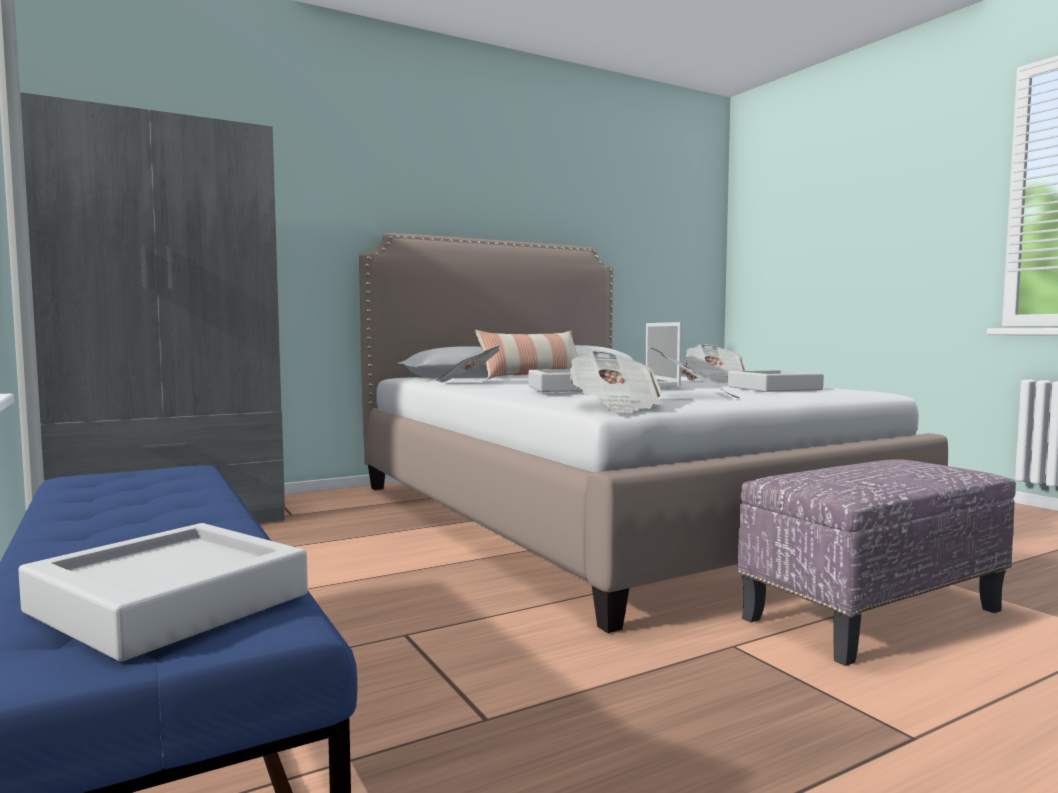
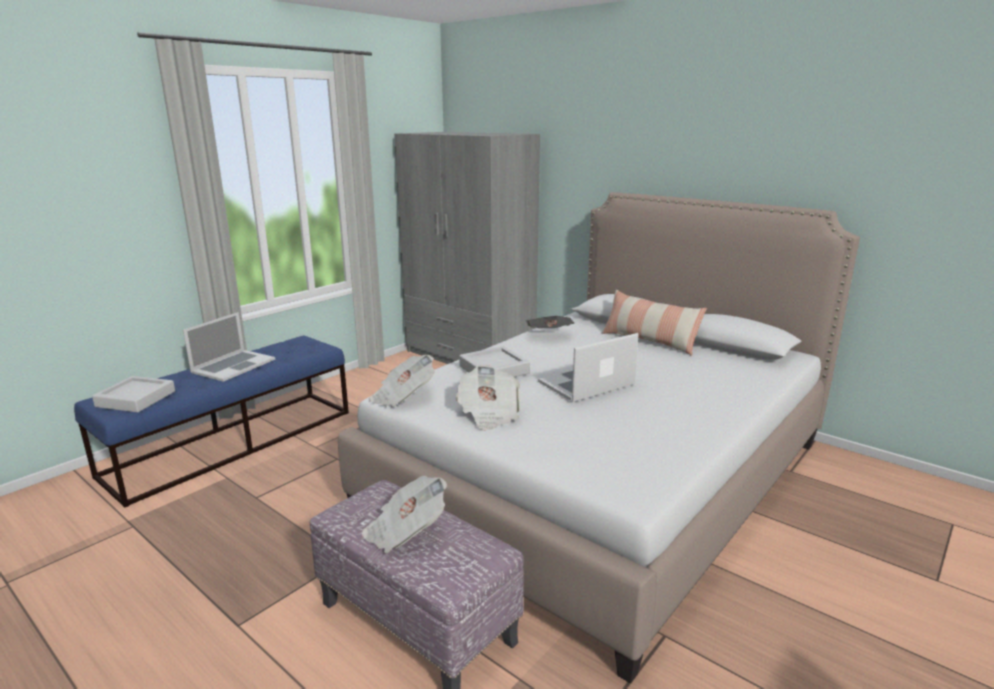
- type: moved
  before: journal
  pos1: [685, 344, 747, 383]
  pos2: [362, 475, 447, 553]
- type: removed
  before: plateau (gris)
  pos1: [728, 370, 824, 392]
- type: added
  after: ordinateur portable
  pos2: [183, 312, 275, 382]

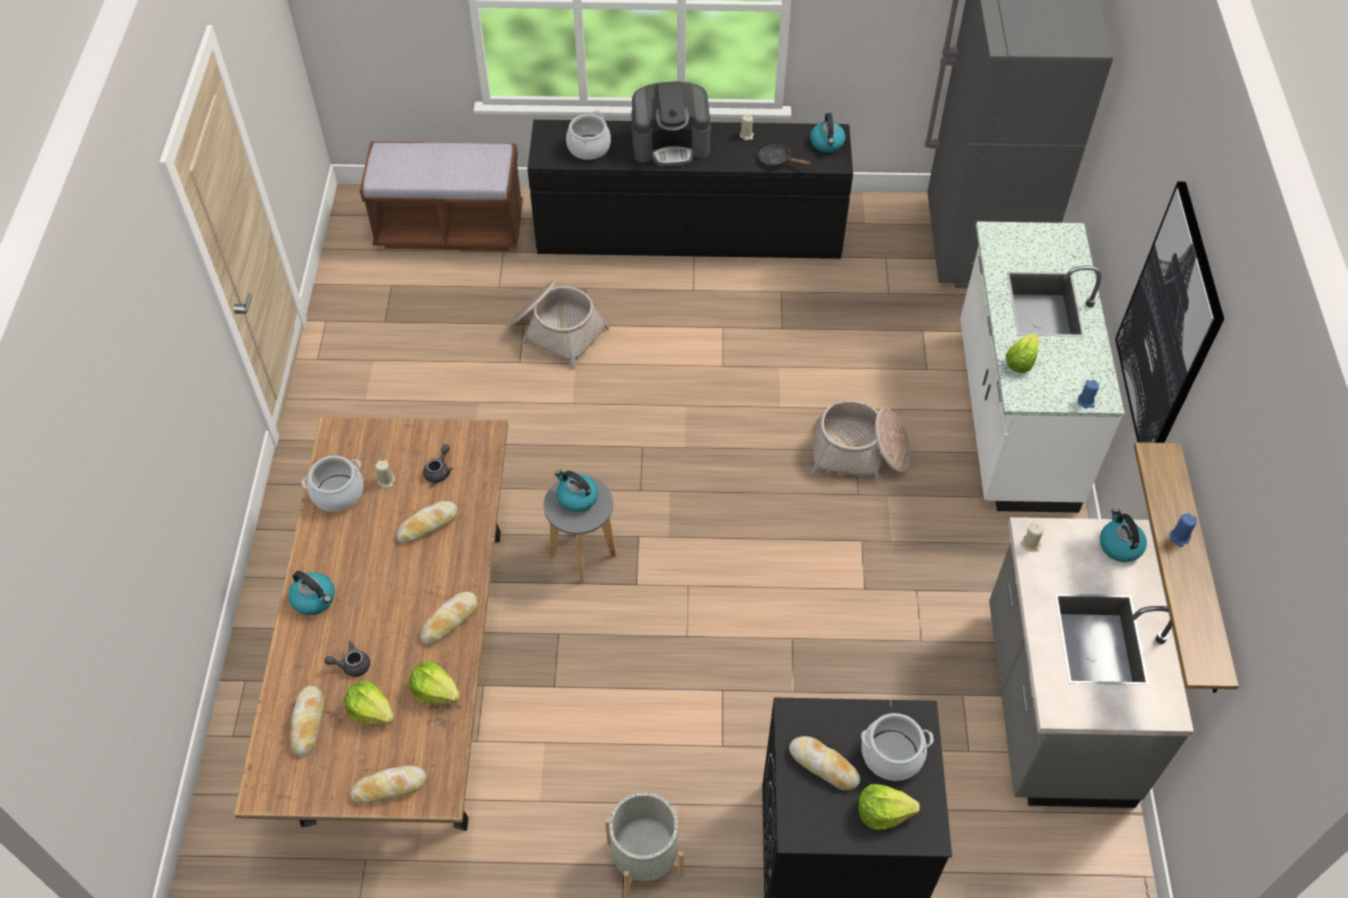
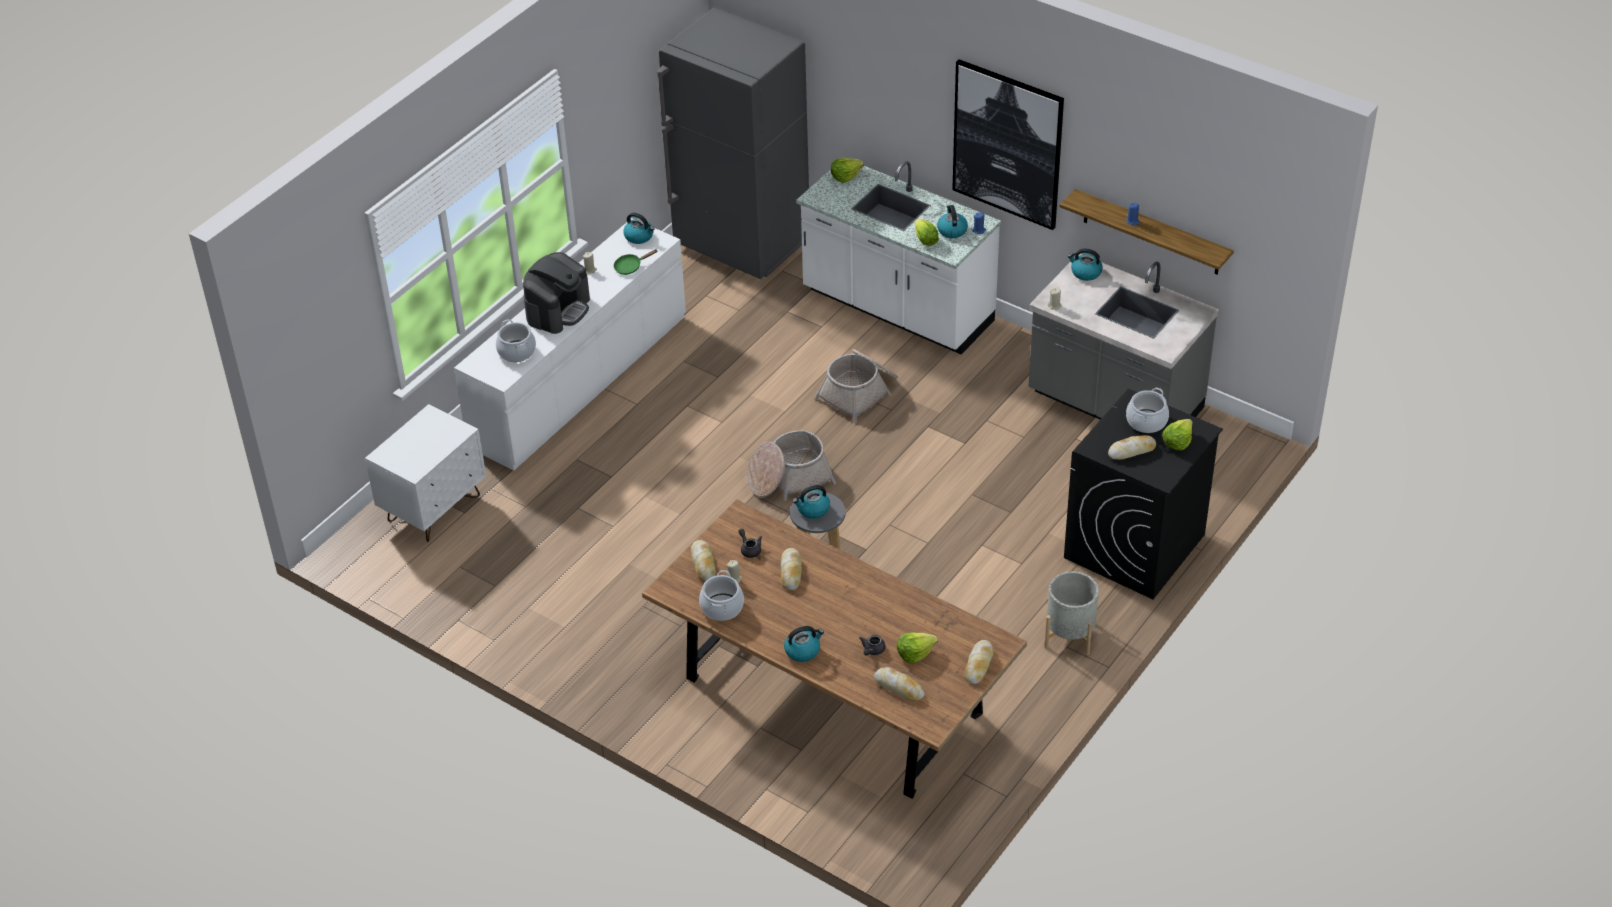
- type: replaced
  before: banc (marron)
  after: table de chevet (blanc)
  pos1: [360, 141, 523, 251]
  pos2: [365, 404, 486, 542]
- type: moved
  before: laitue
  pos1: [409, 661, 460, 704]
  pos2: [831, 158, 864, 183]
- type: moved
  before: pain
  pos1: [420, 592, 478, 644]
  pos2: [691, 540, 716, 581]
- type: moved
  before: panier
  pos1: [509, 281, 610, 369]
  pos2: [747, 430, 836, 501]
- type: recoloured
  before: commode (noir)
  after: commode (blanc)
  pos1: [527, 120, 853, 259]
  pos2: [454, 218, 686, 471]
- type: recoloured
  before: poêle (noir)
  after: poêle (vert)
  pos1: [758, 144, 811, 166]
  pos2: [614, 249, 658, 275]
- type: added
  after: bouilloire
  pos2: [937, 205, 968, 238]

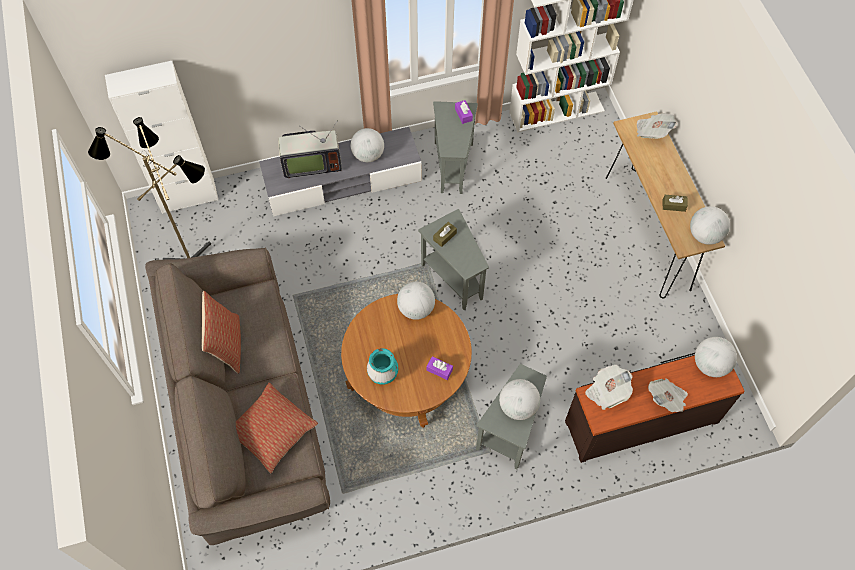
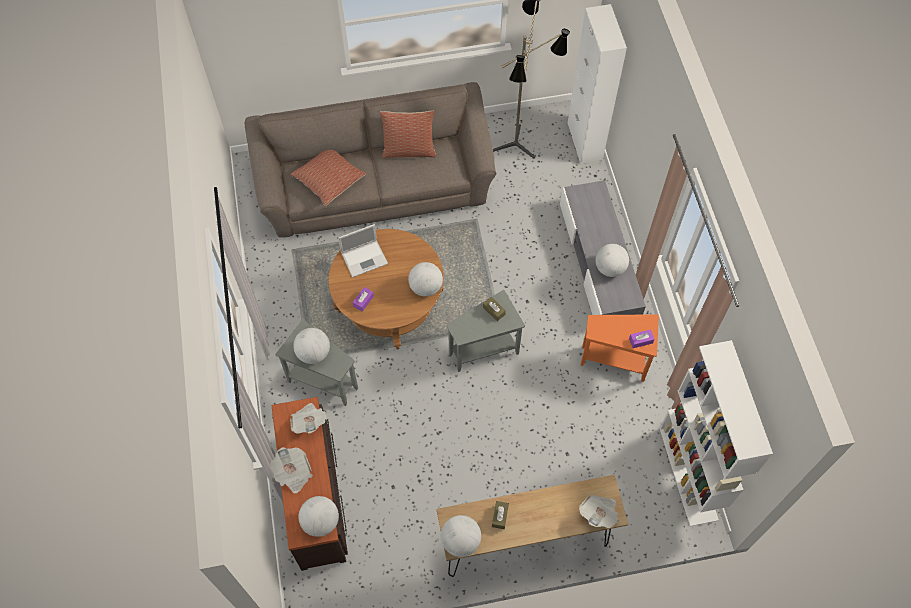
- type: removed
  before: téléviseur
  pos1: [278, 120, 342, 179]
- type: replaced
  before: vase (turquoise)
  after: ordinateur portable
  pos1: [367, 348, 398, 385]
  pos2: [338, 224, 388, 278]
- type: recoloured
  before: table d'appoint (gris)
  after: table d'appoint (orange)
  pos1: [433, 101, 478, 194]
  pos2: [581, 314, 659, 382]

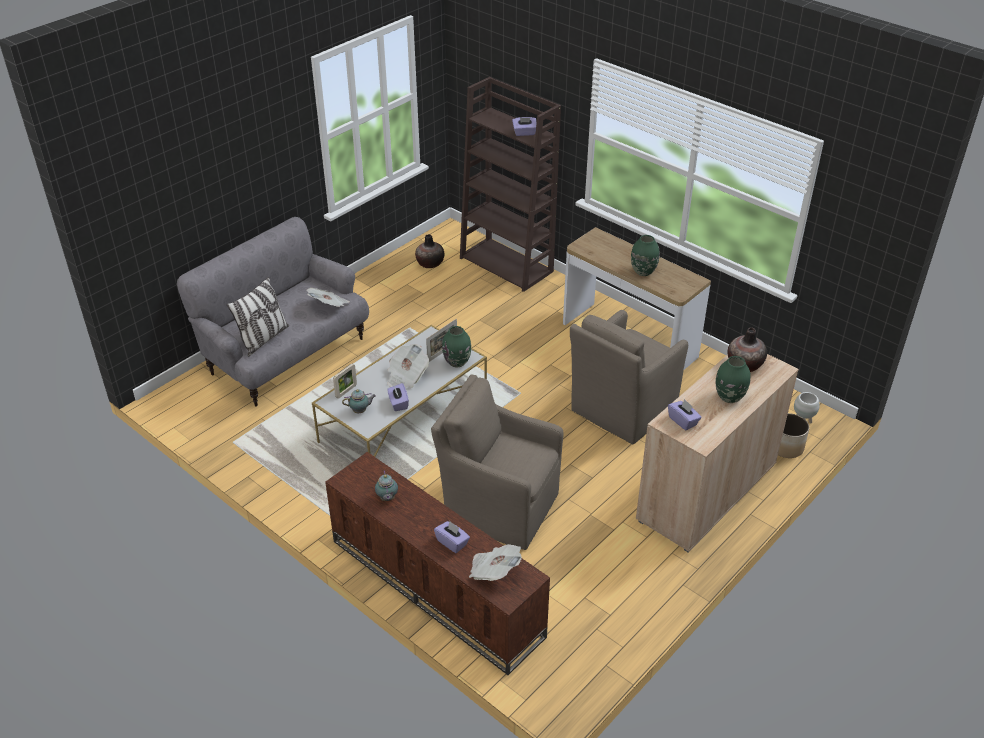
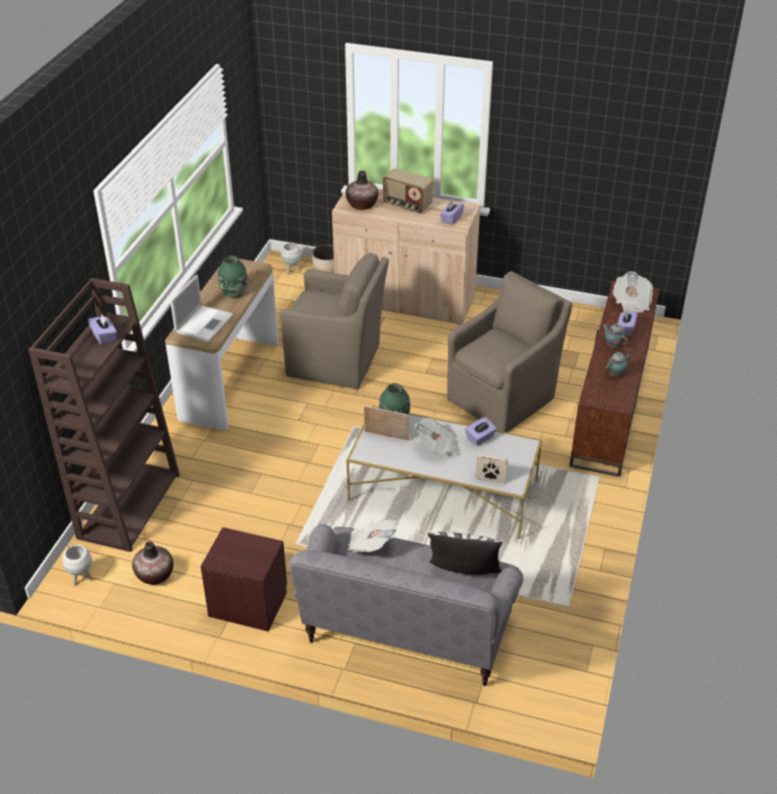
- type: moved
  before: théière
  pos1: [342, 389, 376, 413]
  pos2: [603, 324, 627, 348]
- type: turned
  before: fauteuil (marron)
  pos1: [431, 375, 564, 550]
  pos2: [447, 271, 572, 432]
  turn: -135
- type: replaced
  before: vase (vert)
  after: radio
  pos1: [716, 356, 751, 403]
  pos2: [383, 168, 433, 213]
- type: added
  after: cache-pot (blanc)
  pos2: [62, 545, 93, 586]
- type: added
  after: ordinateur portable
  pos2: [170, 275, 233, 342]
- type: added
  after: table de chevet (marron)
  pos2: [201, 527, 287, 631]

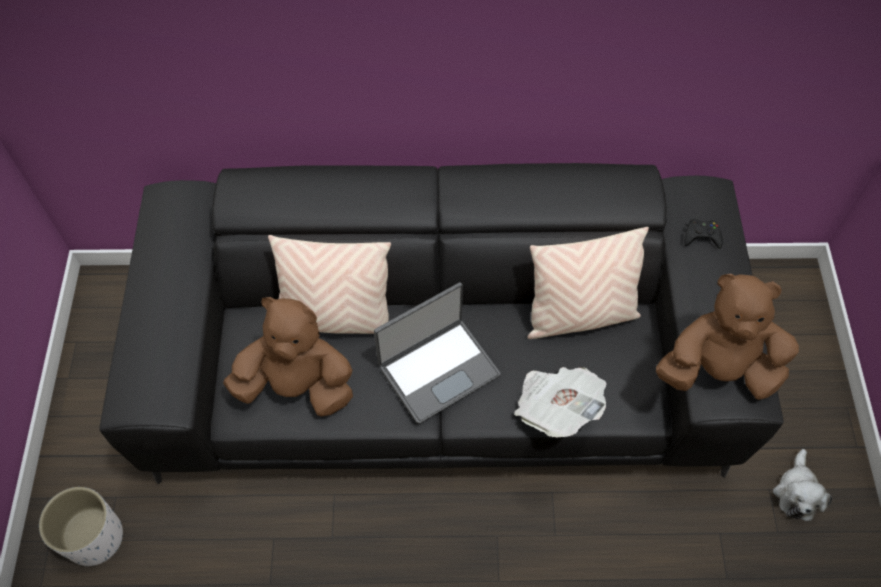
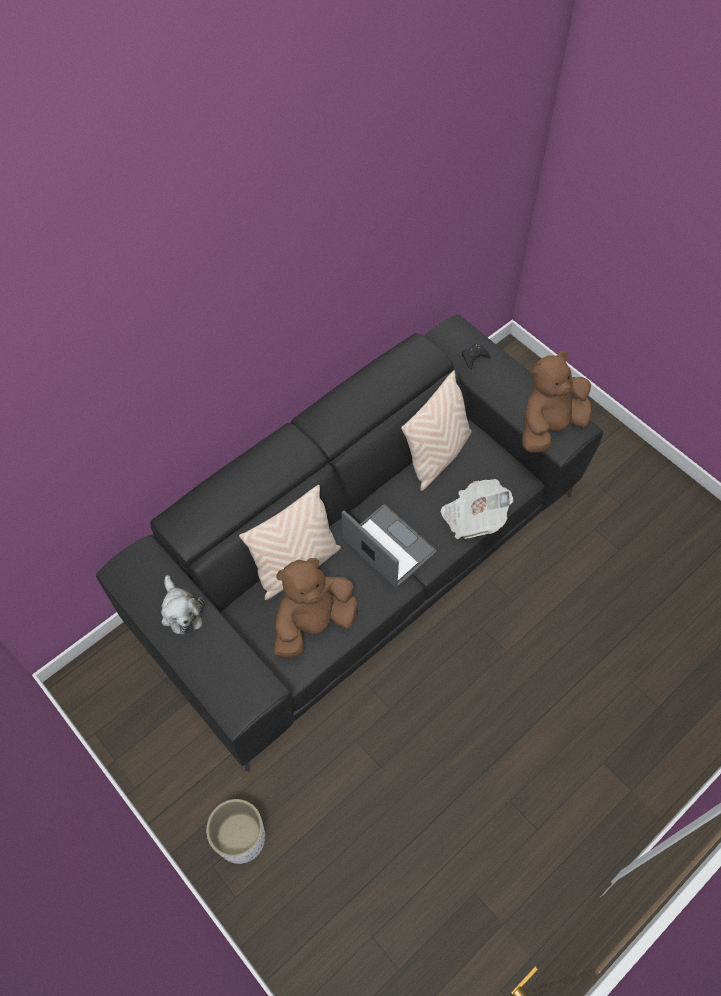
- type: turned
  before: ordinateur portable
  pos1: [374, 282, 501, 424]
  pos2: [342, 504, 436, 587]
  turn: -60
- type: moved
  before: peluche
  pos1: [773, 449, 832, 521]
  pos2: [161, 575, 205, 636]

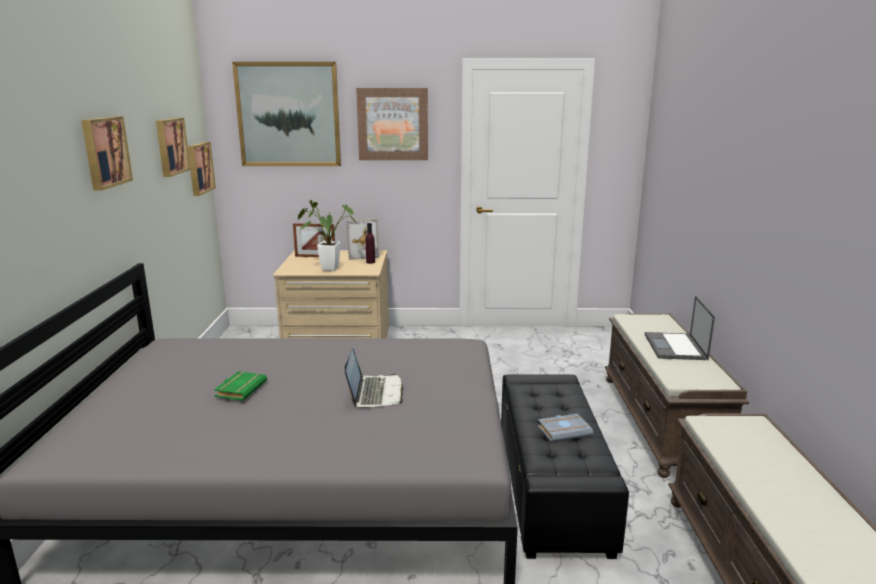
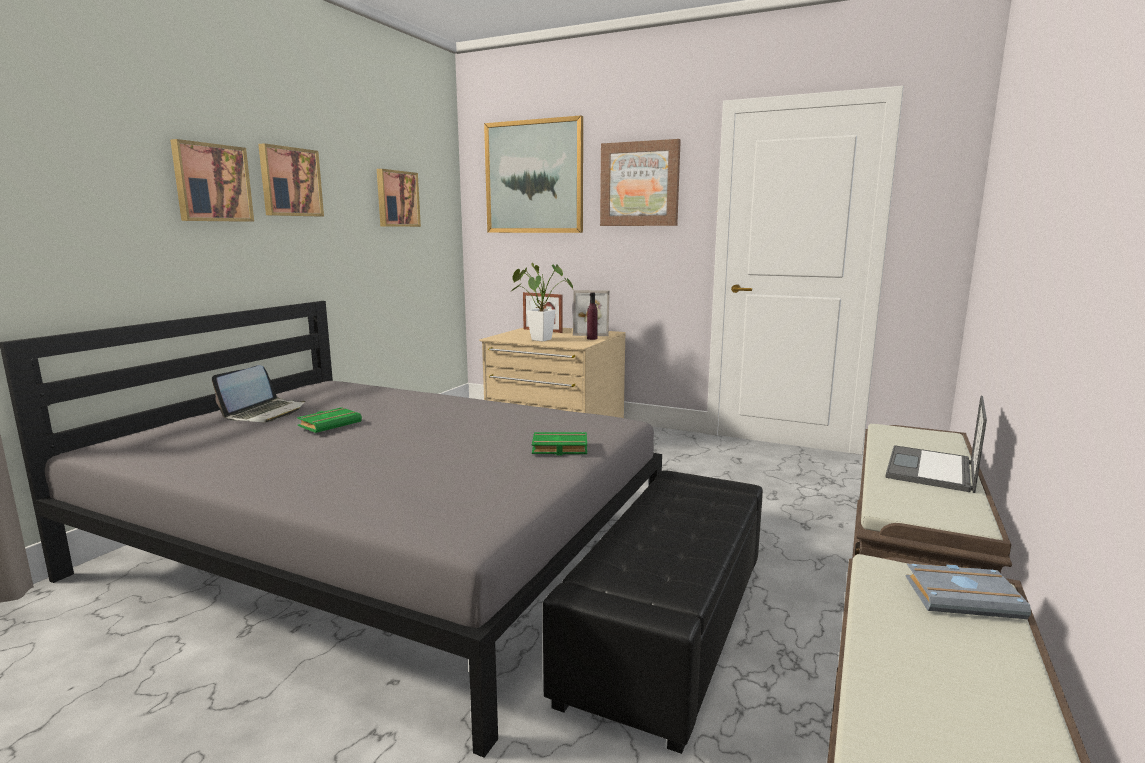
- type: moved
  before: tableau
  pos1: [188, 142, 216, 196]
  pos2: [170, 139, 254, 222]
- type: moved
  before: ordinateur portable
  pos1: [345, 348, 403, 408]
  pos2: [212, 365, 305, 422]
- type: moved
  before: livre (gris)
  pos1: [538, 414, 593, 442]
  pos2: [905, 563, 1031, 619]
- type: added
  after: livre (vert)
  pos2: [532, 432, 587, 455]

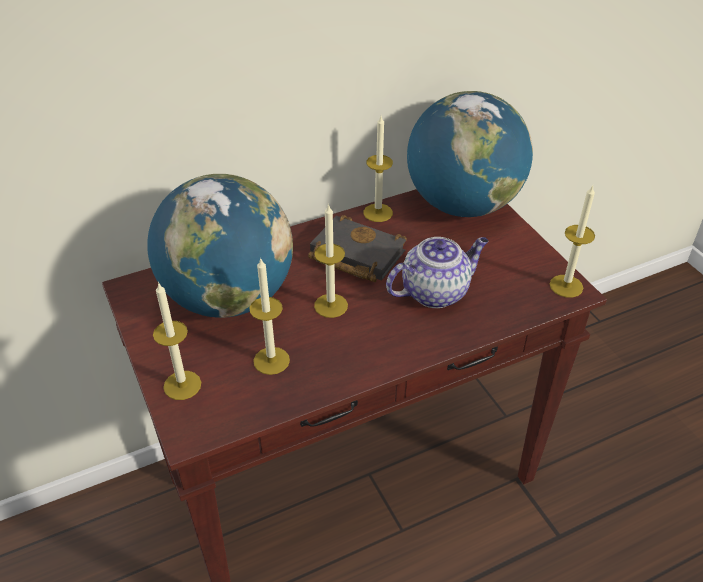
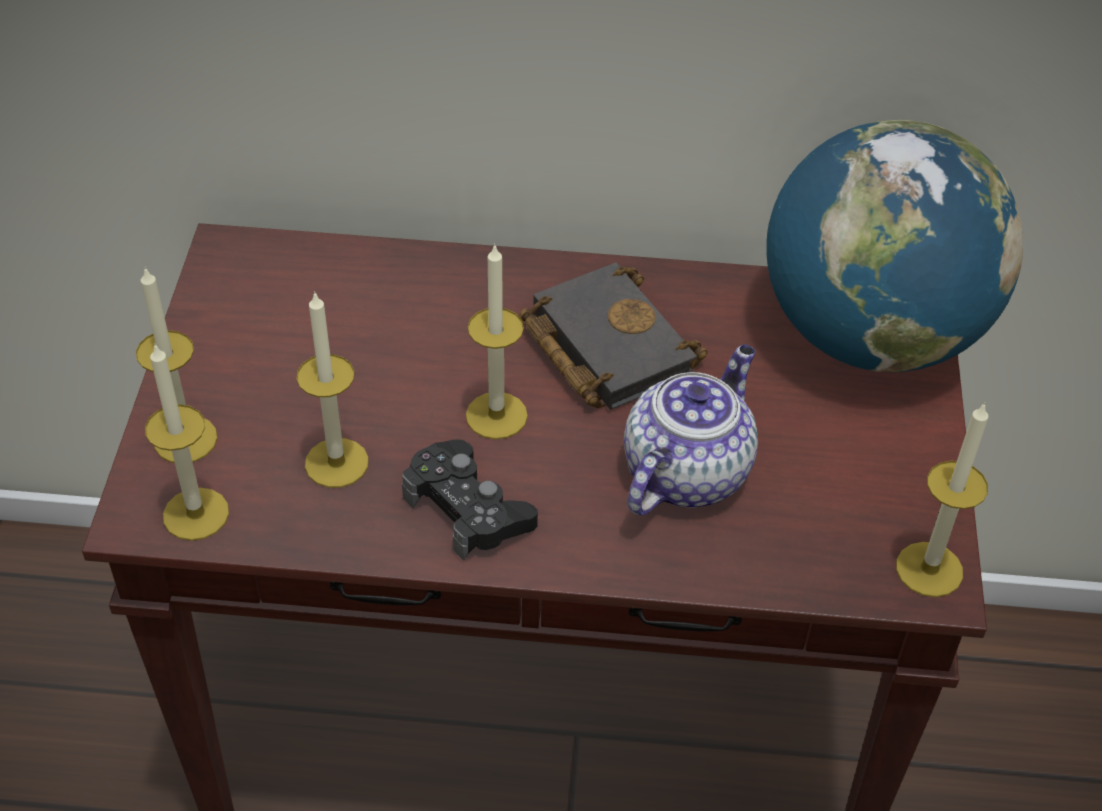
- type: removed
  before: globe
  pos1: [147, 174, 293, 318]
- type: moved
  before: bougie
  pos1: [363, 116, 393, 222]
  pos2: [145, 344, 229, 541]
- type: turned
  before: théière
  pos1: [386, 237, 489, 308]
  pos2: [624, 345, 758, 515]
  turn: -60
- type: added
  after: manette (noir)
  pos2: [402, 440, 538, 561]

